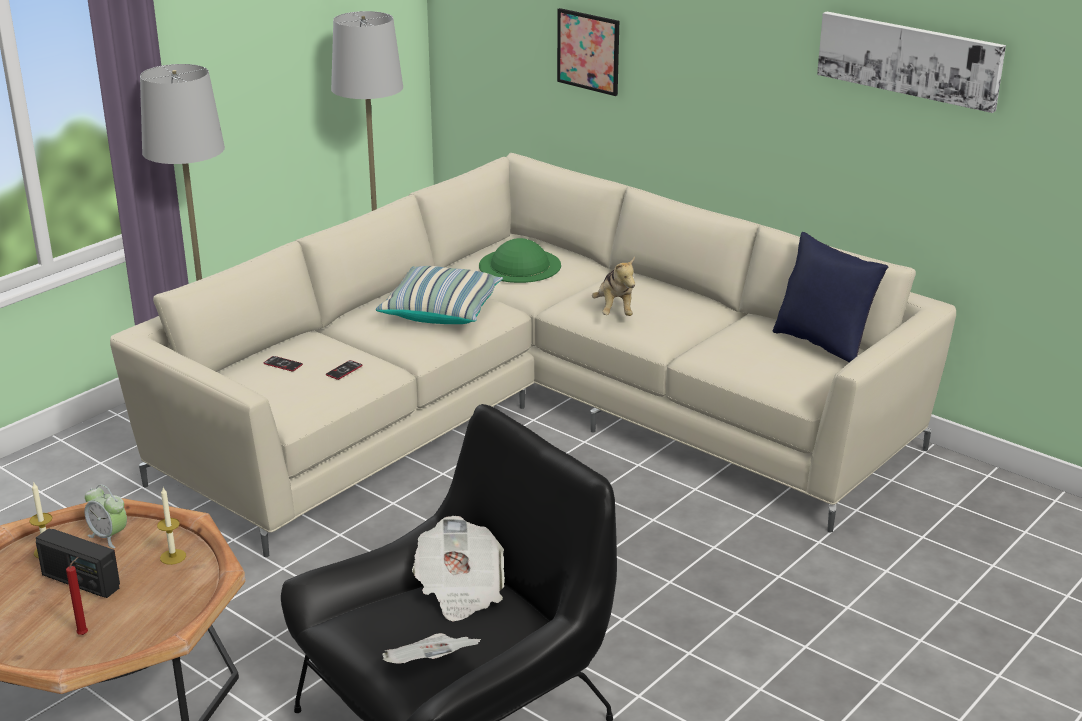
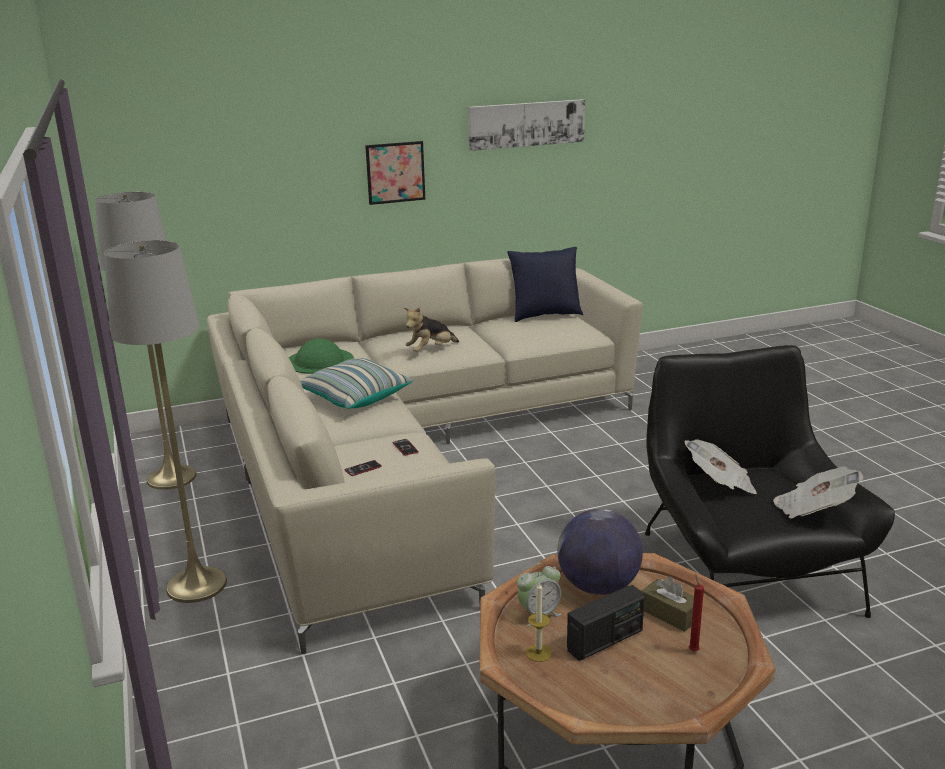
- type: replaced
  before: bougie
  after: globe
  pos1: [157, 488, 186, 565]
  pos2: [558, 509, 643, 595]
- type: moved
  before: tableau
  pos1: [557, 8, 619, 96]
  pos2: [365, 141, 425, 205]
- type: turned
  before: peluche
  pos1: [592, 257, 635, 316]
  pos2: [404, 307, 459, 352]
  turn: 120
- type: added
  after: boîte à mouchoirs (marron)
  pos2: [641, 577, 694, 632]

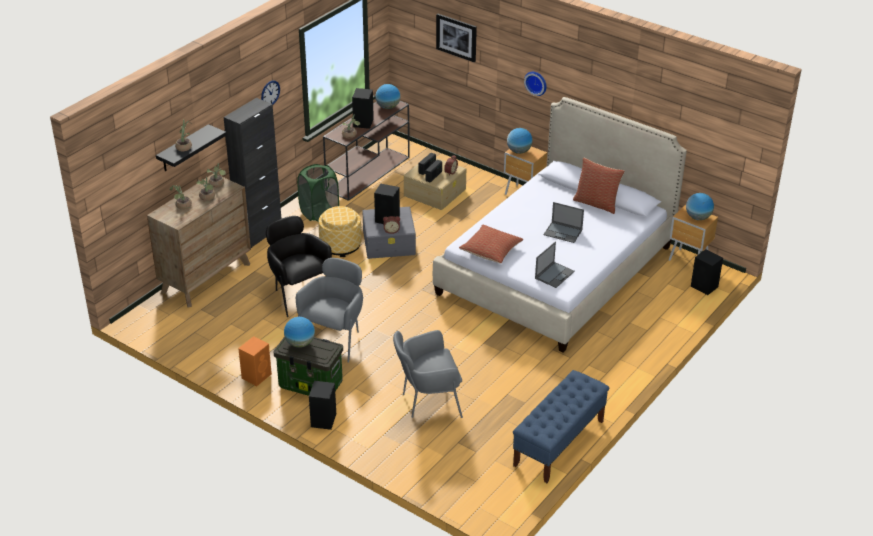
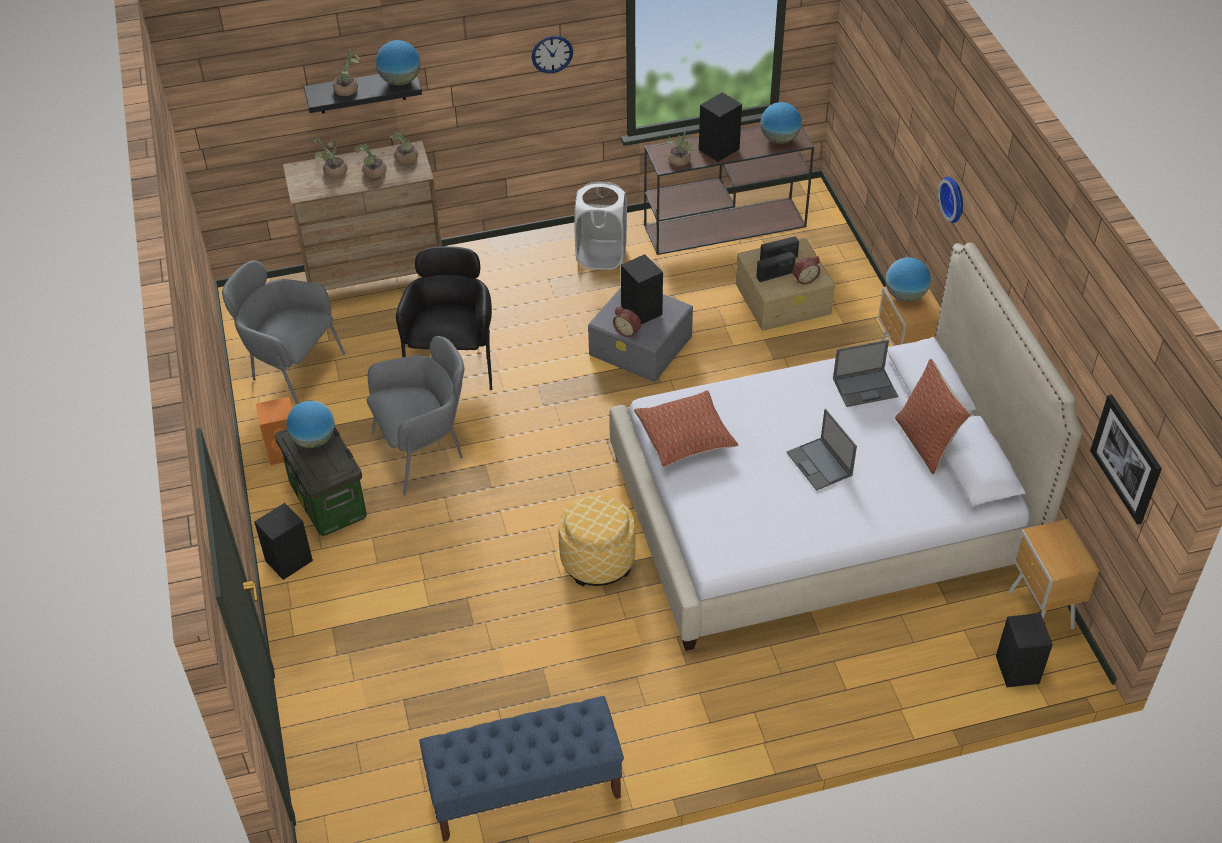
- type: removed
  before: meuble de rangement (noir)
  pos1: [223, 98, 281, 248]
- type: recoloured
  before: panier à linge (vert)
  after: panier à linge (blanc)
  pos1: [297, 164, 339, 222]
  pos2: [574, 181, 627, 270]
- type: moved
  before: pouf
  pos1: [319, 206, 362, 257]
  pos2: [558, 495, 636, 586]
- type: moved
  before: fauteuil (gris)
  pos1: [393, 330, 463, 418]
  pos2: [222, 260, 345, 404]
- type: moved
  before: tableau
  pos1: [436, 14, 477, 62]
  pos2: [1090, 394, 1162, 525]
- type: moved
  before: ordinateur portable
  pos1: [535, 242, 575, 288]
  pos2: [833, 340, 898, 407]
- type: moved
  before: globe
  pos1: [686, 193, 714, 220]
  pos2: [376, 40, 421, 86]

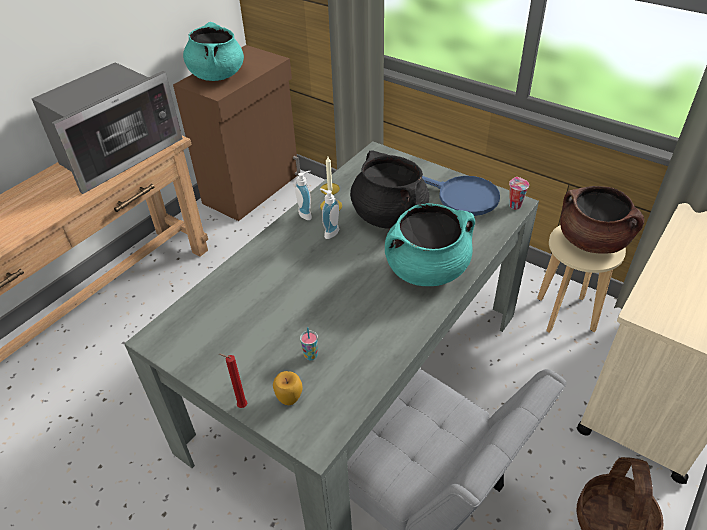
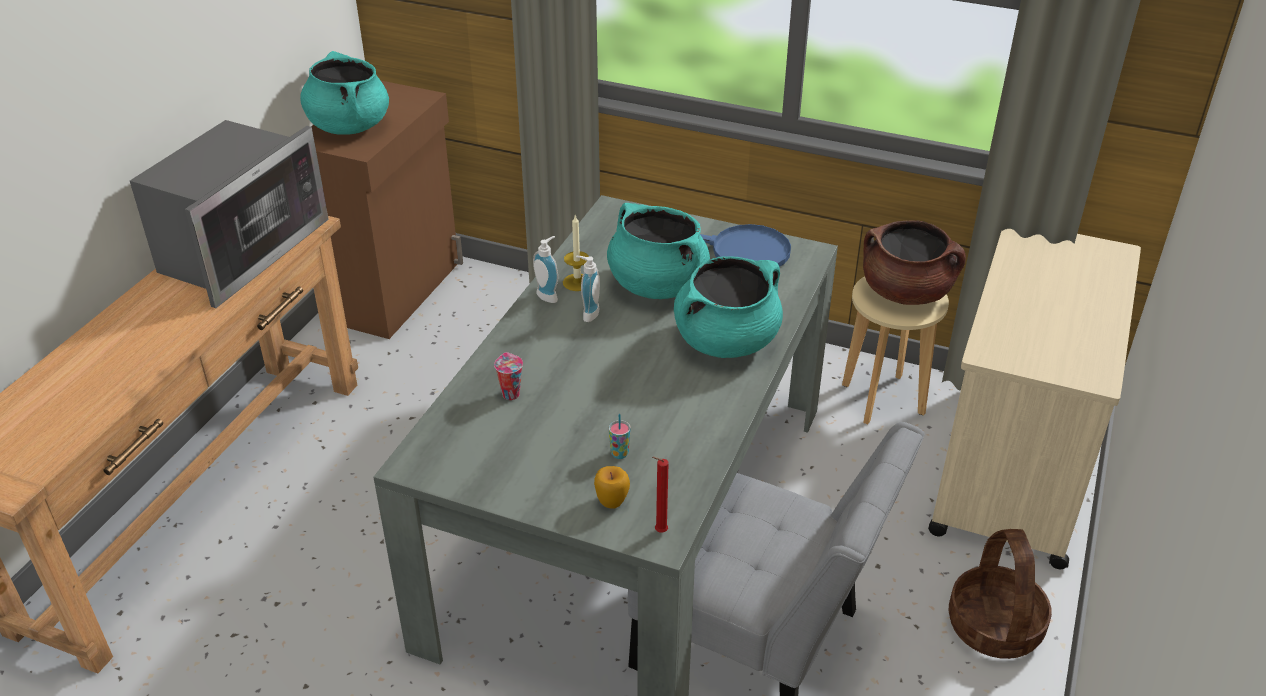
- type: moved
  before: bougie (rouge)
  pos1: [219, 354, 247, 408]
  pos2: [652, 457, 669, 532]
- type: recoloured
  before: marmite (noir)
  after: marmite (turquoise)
  pos1: [350, 151, 429, 229]
  pos2: [607, 203, 710, 299]
- type: moved
  before: tasse
  pos1: [509, 177, 529, 209]
  pos2: [494, 352, 523, 400]

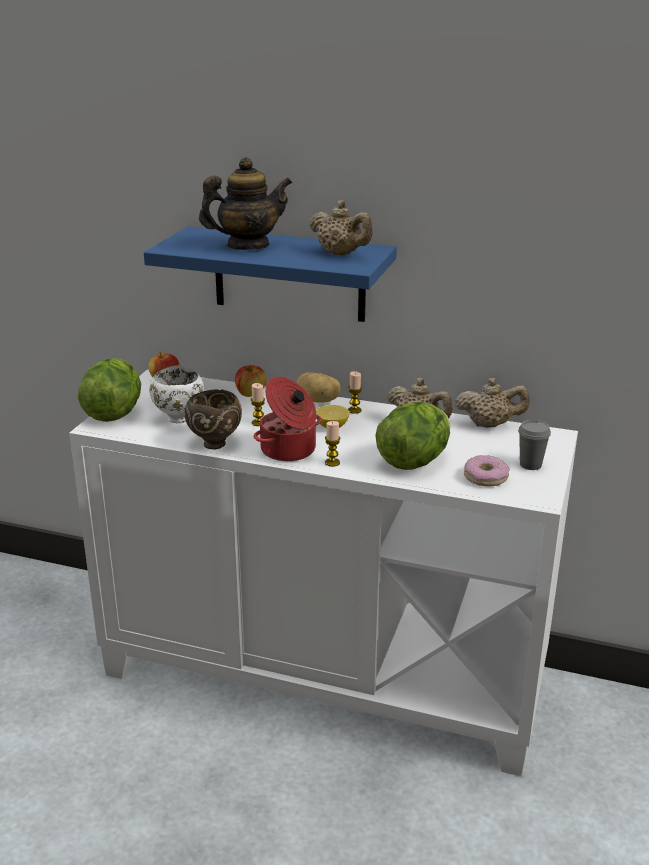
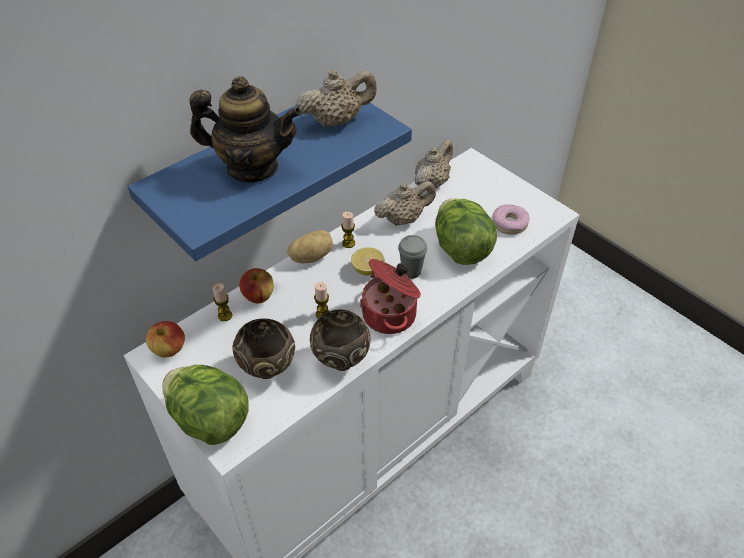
- type: recoloured
  before: bol (blanc)
  after: bol (marron)
  pos1: [149, 365, 204, 423]
  pos2: [232, 319, 295, 379]
- type: turned
  before: théière
  pos1: [199, 157, 292, 250]
  pos2: [189, 76, 302, 182]
  turn: 90
- type: moved
  before: bougie
  pos1: [325, 421, 340, 467]
  pos2: [213, 283, 232, 321]
- type: moved
  before: tasse (gris)
  pos1: [518, 420, 551, 470]
  pos2: [398, 235, 427, 279]

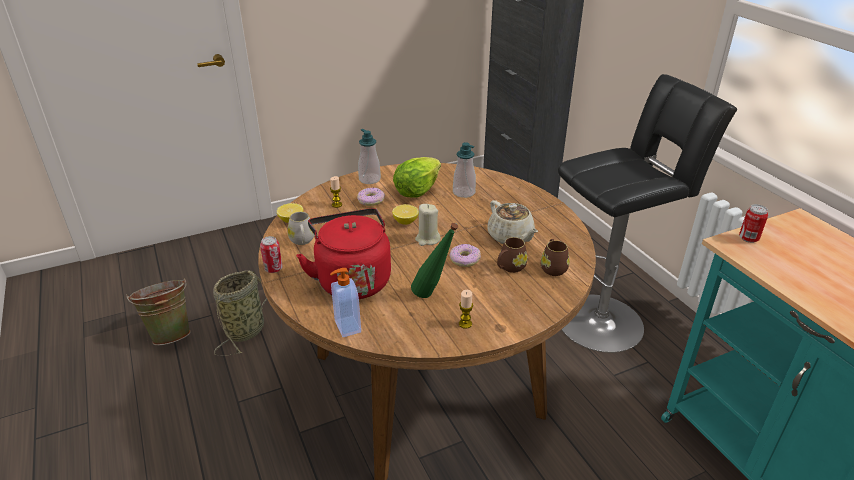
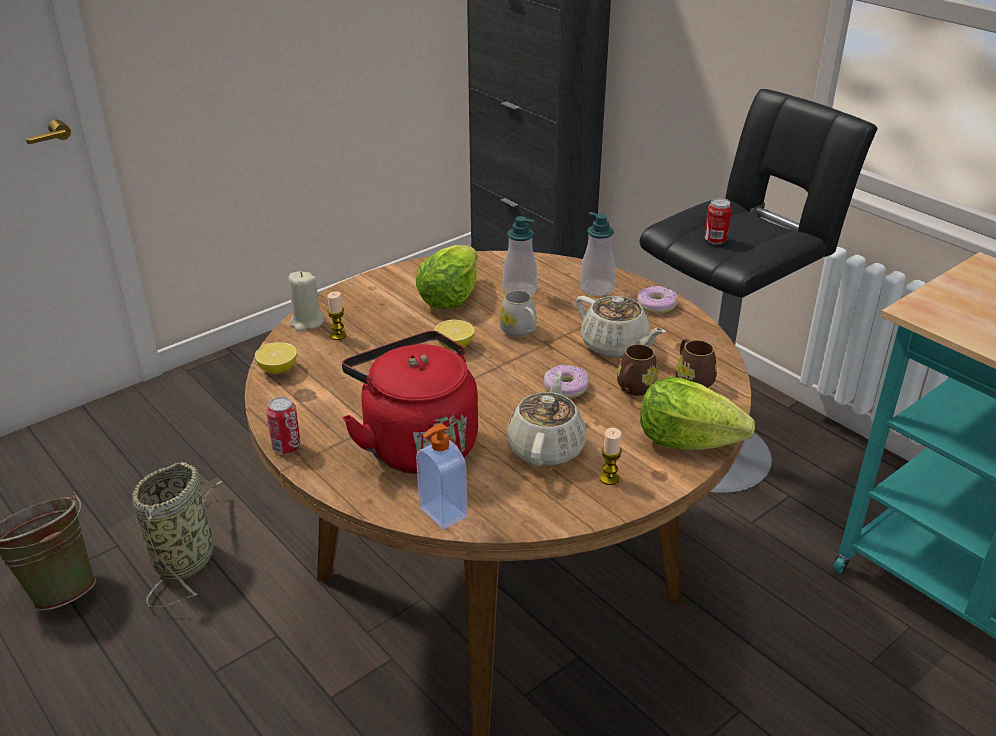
- type: moved
  before: mug (blanc)
  pos1: [288, 212, 314, 245]
  pos2: [499, 290, 537, 338]
- type: moved
  before: beignet
  pos1: [357, 188, 385, 206]
  pos2: [637, 285, 678, 314]
- type: moved
  before: distributeur de savon
  pos1: [358, 129, 381, 184]
  pos2: [580, 212, 615, 296]
- type: replaced
  before: bouteille (vert)
  after: théière (beige)
  pos1: [411, 223, 458, 298]
  pos2: [507, 371, 586, 466]
- type: moved
  before: bougie (beige)
  pos1: [415, 204, 441, 246]
  pos2: [288, 271, 325, 332]
- type: moved
  before: boîte métallique
  pos1: [739, 204, 768, 243]
  pos2: [704, 198, 732, 245]
- type: added
  after: laitue
  pos2: [640, 377, 755, 450]

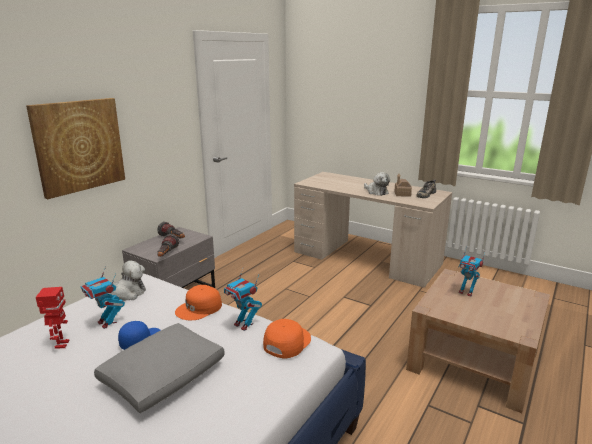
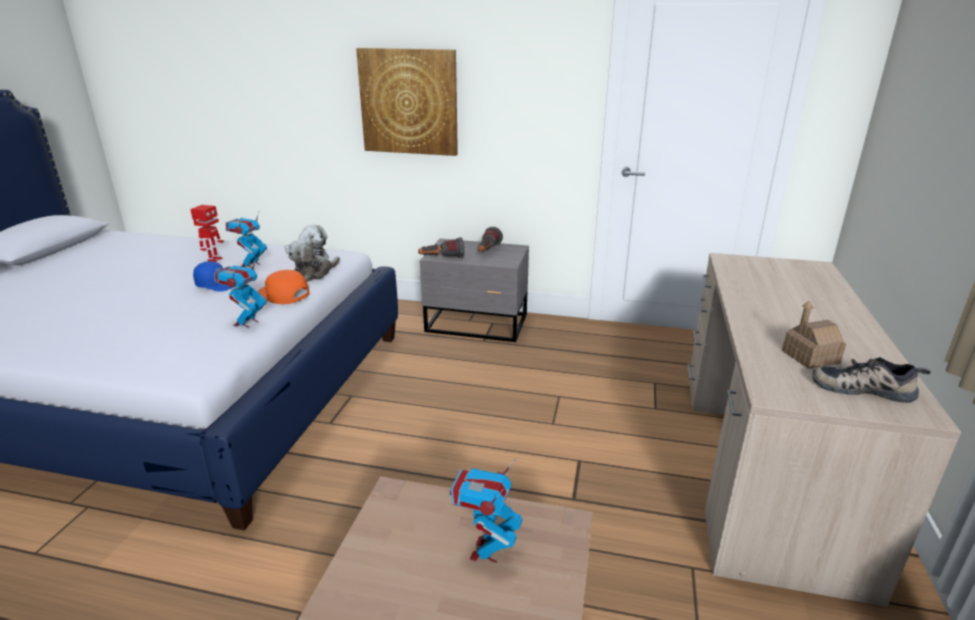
- type: turned
  before: robot jouet
  pos1: [36, 287, 70, 349]
  pos2: [190, 205, 224, 262]
  turn: -45
- type: removed
  before: coussin (gris)
  pos1: [94, 323, 225, 413]
- type: removed
  before: casquette (orange)
  pos1: [263, 319, 311, 359]
- type: moved
  before: peluche
  pos1: [364, 172, 390, 196]
  pos2: [288, 240, 340, 282]

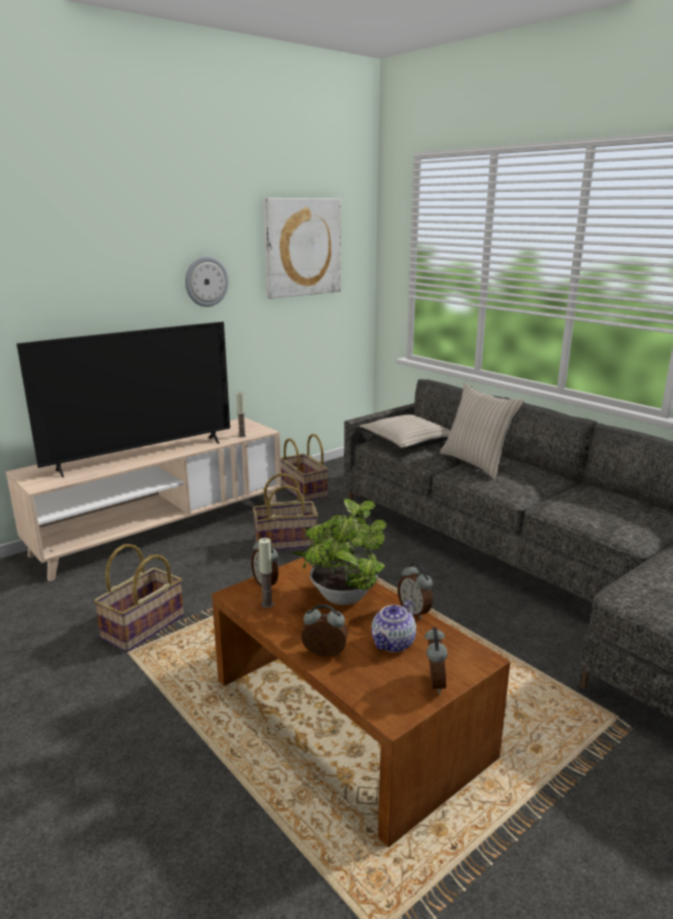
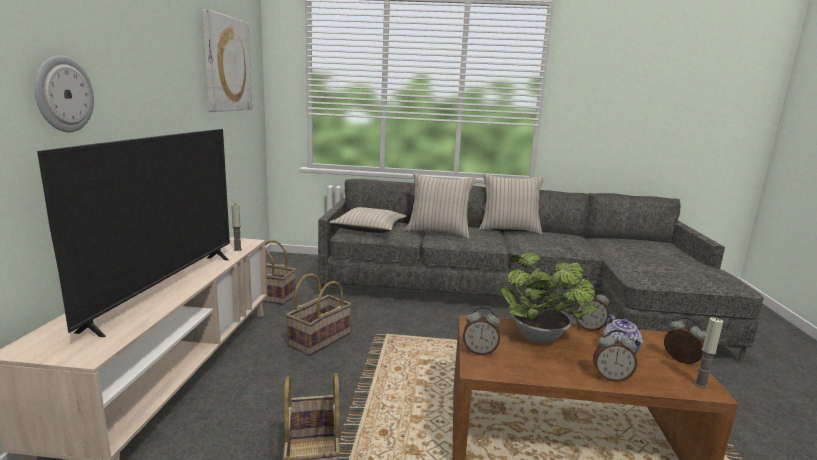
- type: moved
  before: horloge murale
  pos1: [185, 256, 229, 307]
  pos2: [35, 55, 94, 132]
- type: moved
  before: bougie
  pos1: [259, 538, 274, 608]
  pos2: [694, 317, 723, 388]
- type: turned
  before: réveil
  pos1: [301, 604, 348, 657]
  pos2: [593, 330, 637, 382]
  turn: -135
- type: added
  after: coussin (beige)
  pos2: [479, 174, 544, 234]

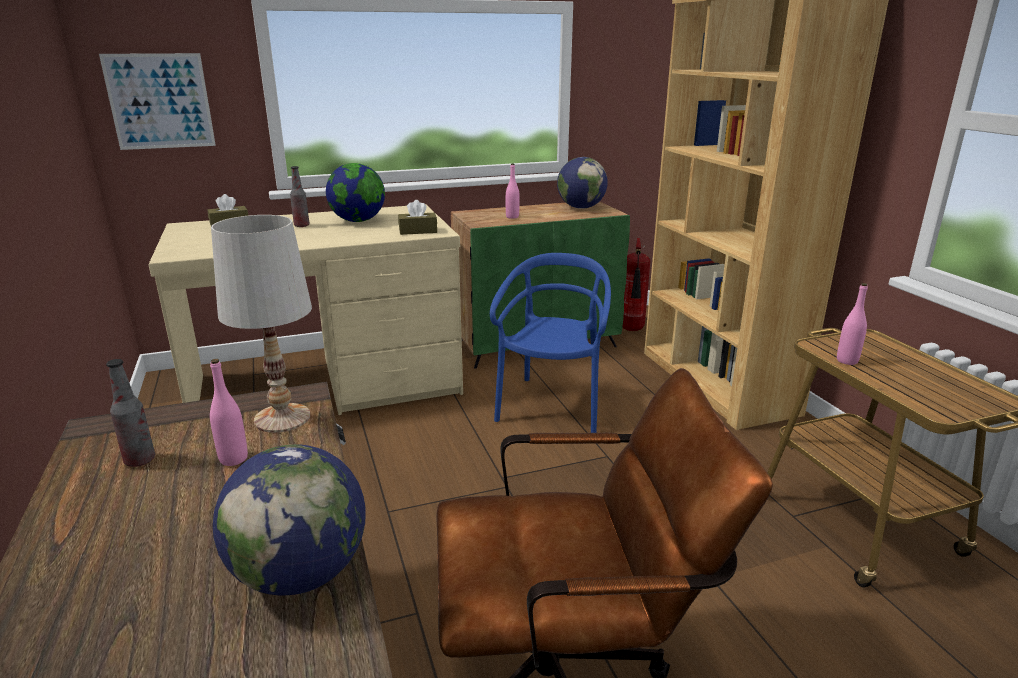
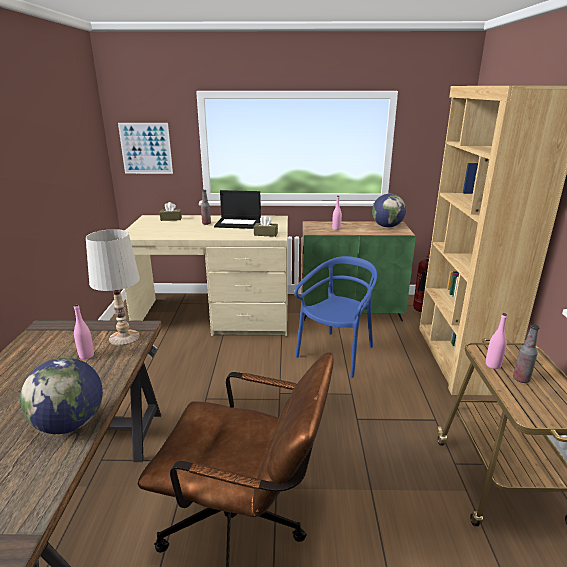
- type: moved
  before: bouteille
  pos1: [106, 359, 155, 467]
  pos2: [513, 324, 540, 383]
- type: replaced
  before: globe
  after: ordinateur portable
  pos1: [326, 163, 385, 222]
  pos2: [214, 190, 261, 229]

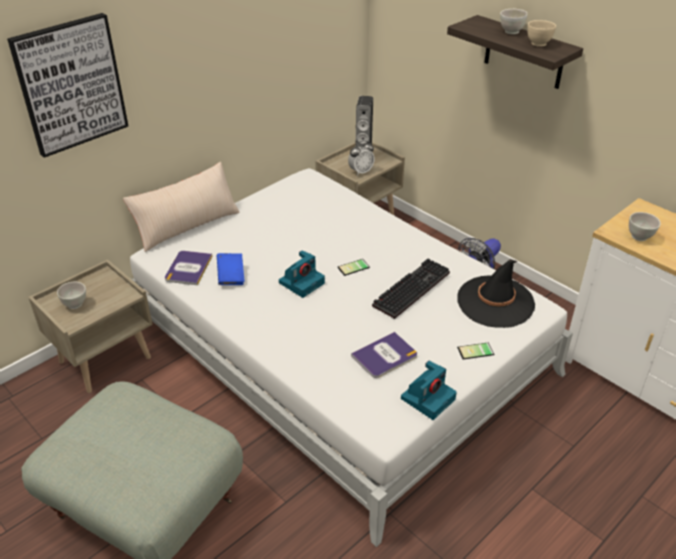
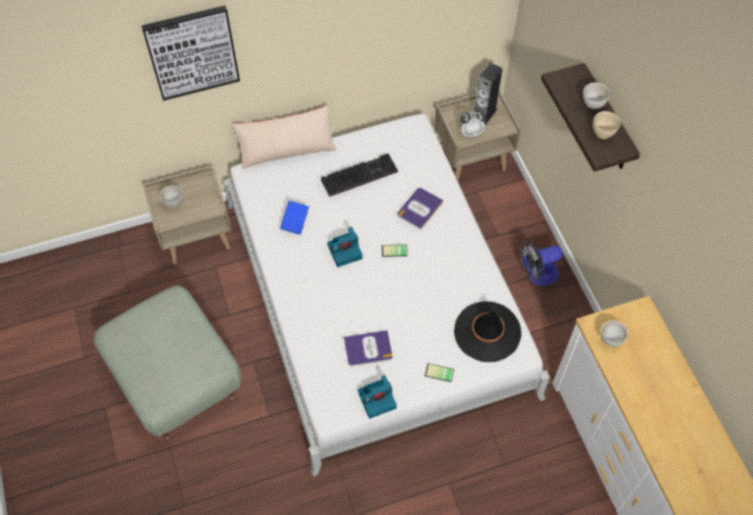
- type: moved
  before: livre
  pos1: [165, 251, 212, 285]
  pos2: [398, 188, 443, 230]
- type: moved
  before: clavier
  pos1: [372, 258, 450, 319]
  pos2: [321, 153, 398, 197]

